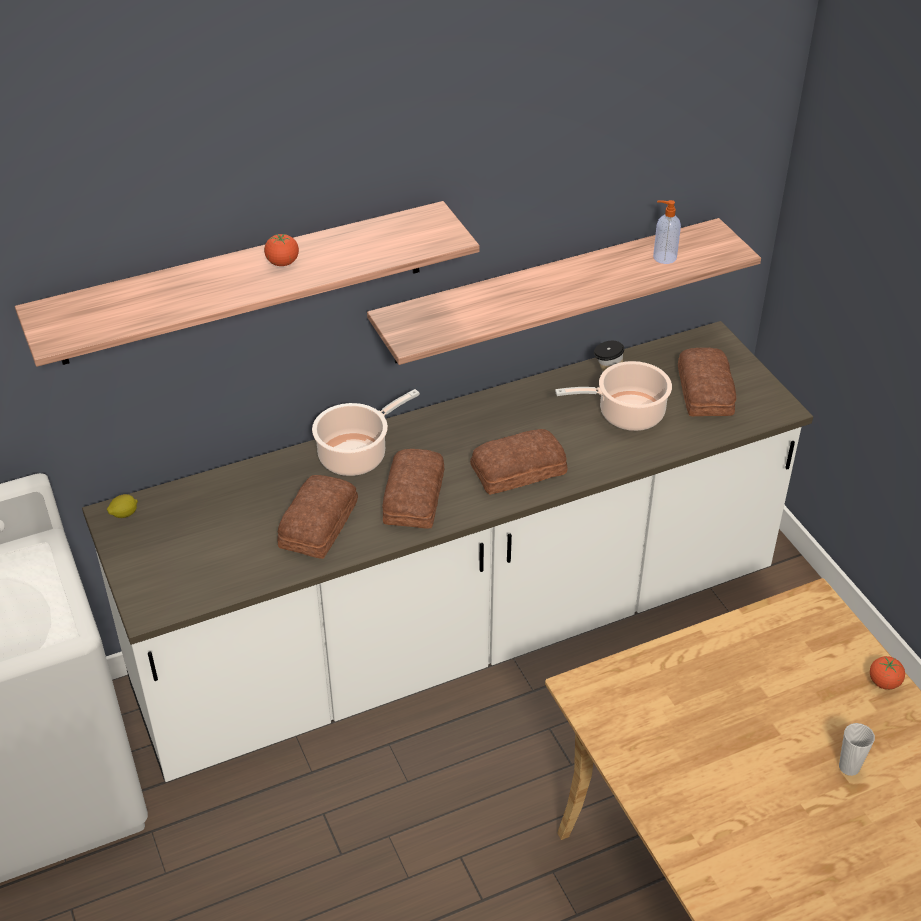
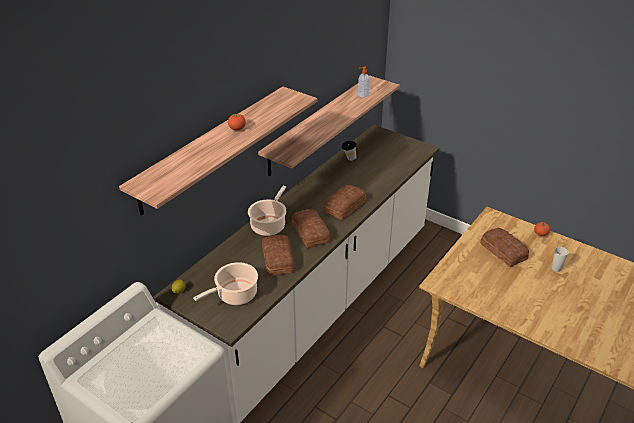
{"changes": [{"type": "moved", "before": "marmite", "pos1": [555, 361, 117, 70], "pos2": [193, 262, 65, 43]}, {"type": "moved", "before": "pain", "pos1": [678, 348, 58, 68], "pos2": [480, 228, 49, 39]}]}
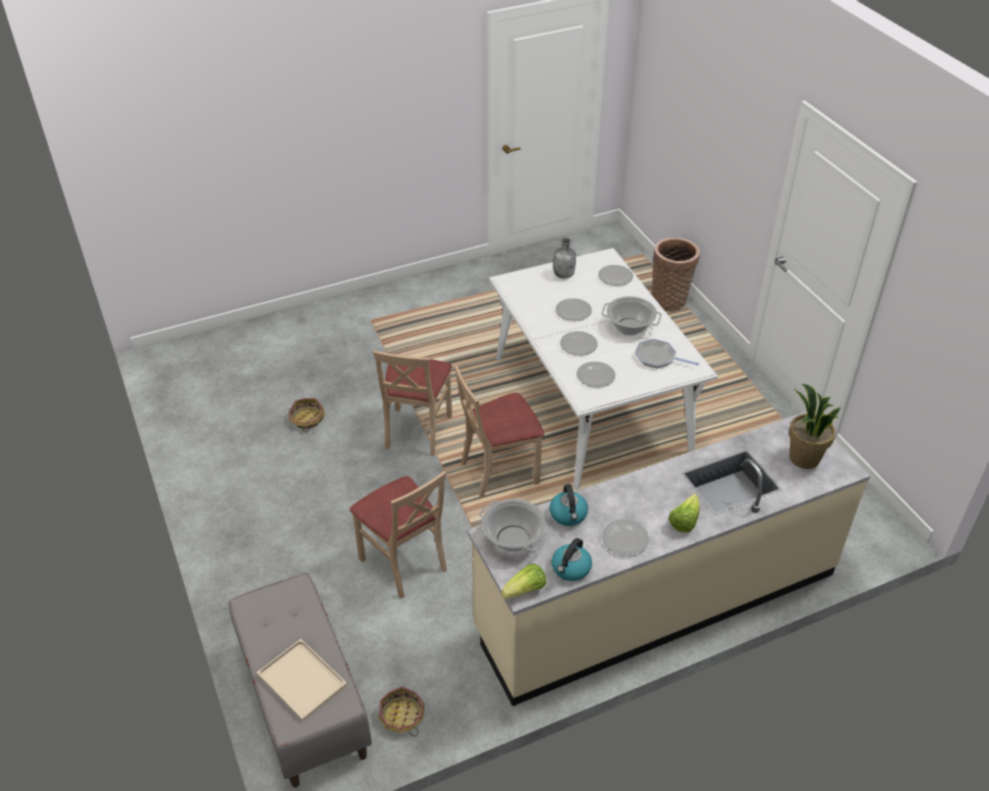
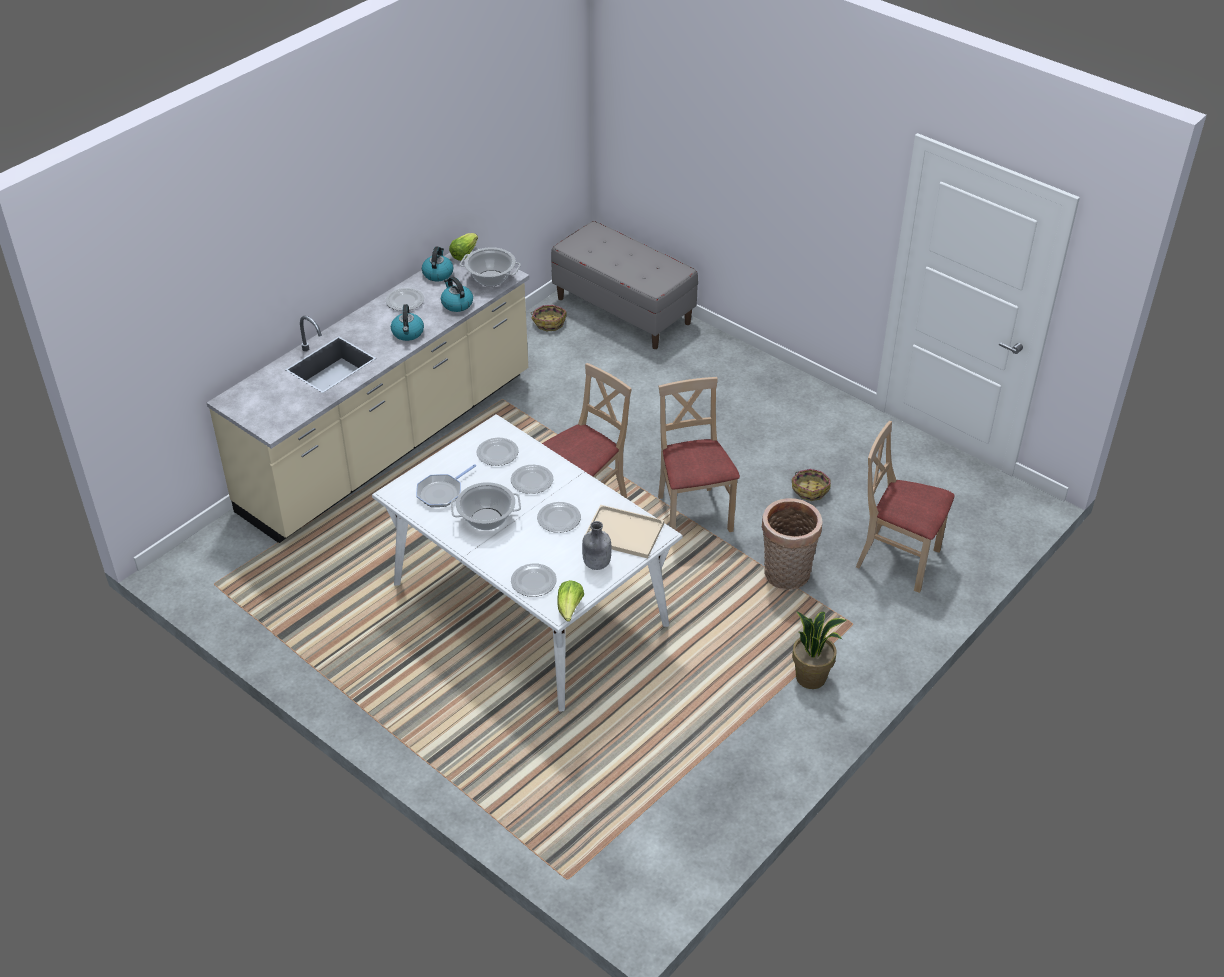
{"changes": [{"type": "moved", "before": "plateau (beige)", "pos1": [257, 639, 90, 83], "pos2": [583, 505, 81, 54]}, {"type": "moved", "before": "chaise (beige)", "pos1": [350, 471, 97, 128], "pos2": [856, 421, 99, 172]}, {"type": "turned", "before": "poêle", "pos1": [635, 339, 64, 29], "pos2": [416, 464, 60, 43], "turn": 135}, {"type": "moved", "before": "panier", "pos1": [651, 238, 49, 74], "pos2": [762, 498, 60, 92]}, {"type": "moved", "before": "laitue", "pos1": [669, 494, 30, 39], "pos2": [557, 580, 27, 42]}, {"type": "moved", "before": "plante en pot", "pos1": [789, 384, 52, 85], "pos2": [792, 611, 55, 78]}, {"type": "added", "after": "bouilloire", "pos2": [391, 304, 33, 37]}]}
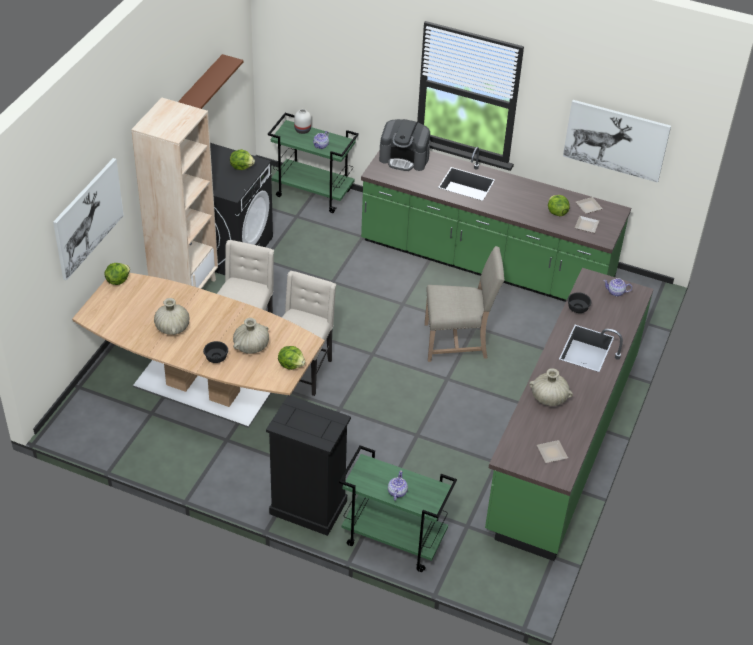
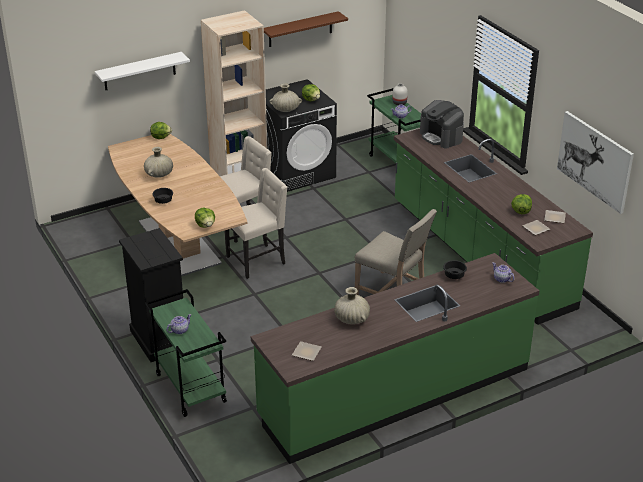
{"changes": [{"type": "replaced", "before": "tableau", "after": "étagère (blanc)", "pos1": [53, 158, 71, 122], "pos2": [95, 52, 95, 38]}, {"type": "moved", "before": "vase (beige)", "pos1": [233, 318, 36, 36], "pos2": [269, 83, 33, 29]}]}
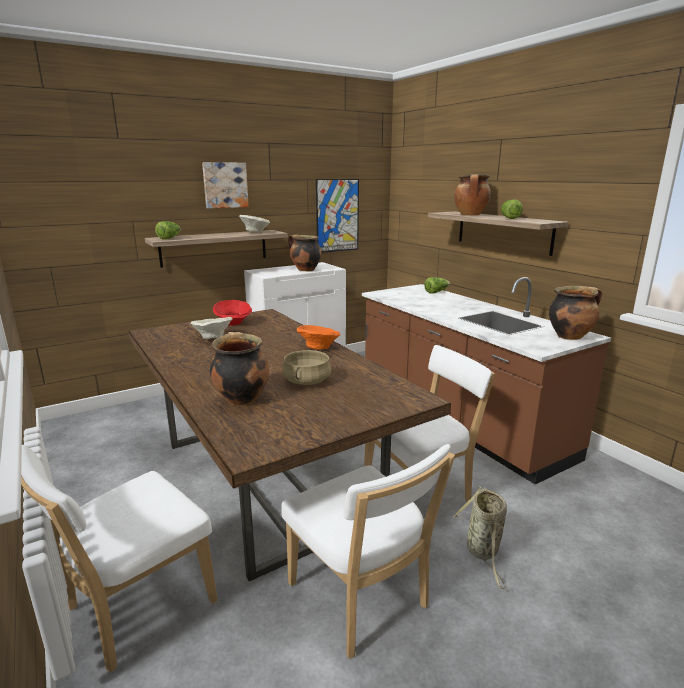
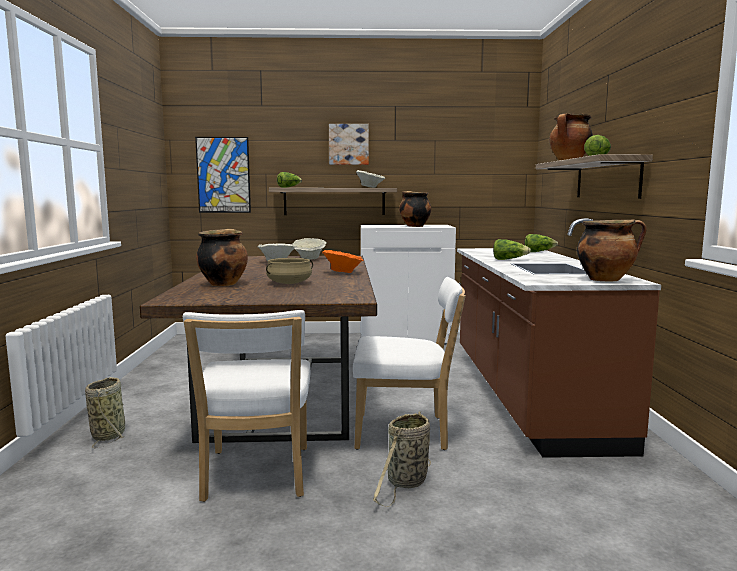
{"changes": [{"type": "replaced", "before": "chaise (blanc)", "after": "panier", "pos1": [21, 445, 197, 227], "pos2": [85, 377, 40, 72]}, {"type": "recoloured", "before": "bol (rouge)", "after": "bol (beige)", "pos1": [213, 300, 39, 25], "pos2": [292, 238, 35, 22]}, {"type": "moved", "before": "tableau", "pos1": [316, 179, 43, 74], "pos2": [195, 137, 56, 76]}, {"type": "added", "after": "laitue", "pos2": [493, 239, 38, 21]}]}
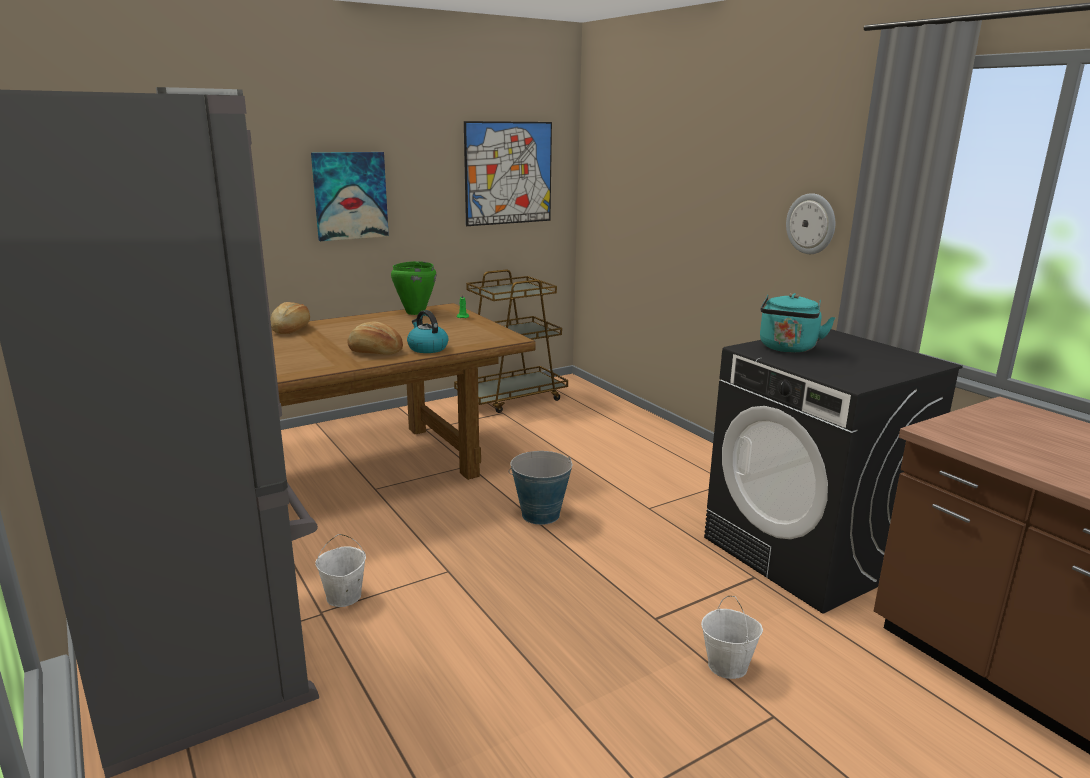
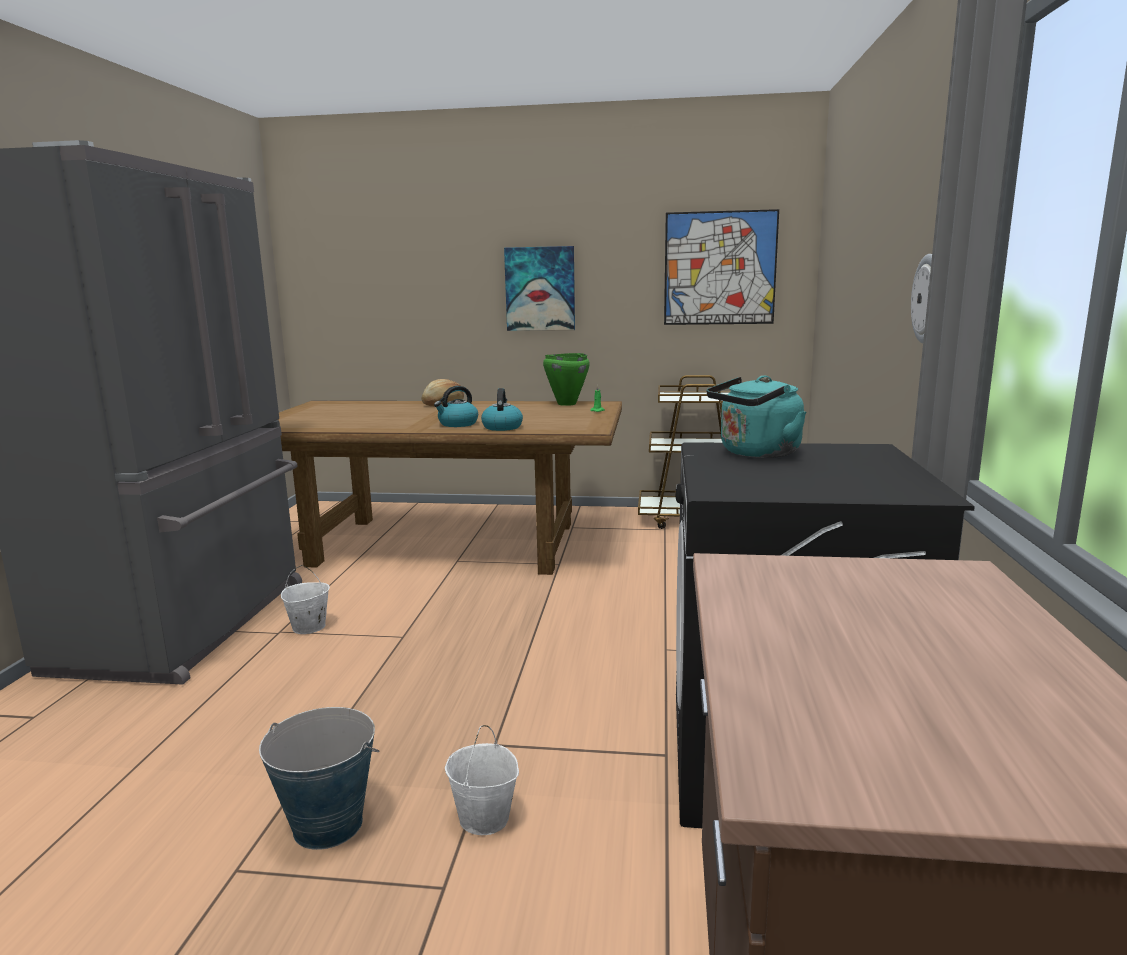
{"changes": [{"type": "replaced", "before": "pain", "after": "bouilloire", "pos1": [348, 322, 55, 32], "pos2": [434, 386, 44, 41]}, {"type": "moved", "before": "seau", "pos1": [508, 451, 64, 74], "pos2": [259, 707, 121, 143]}]}
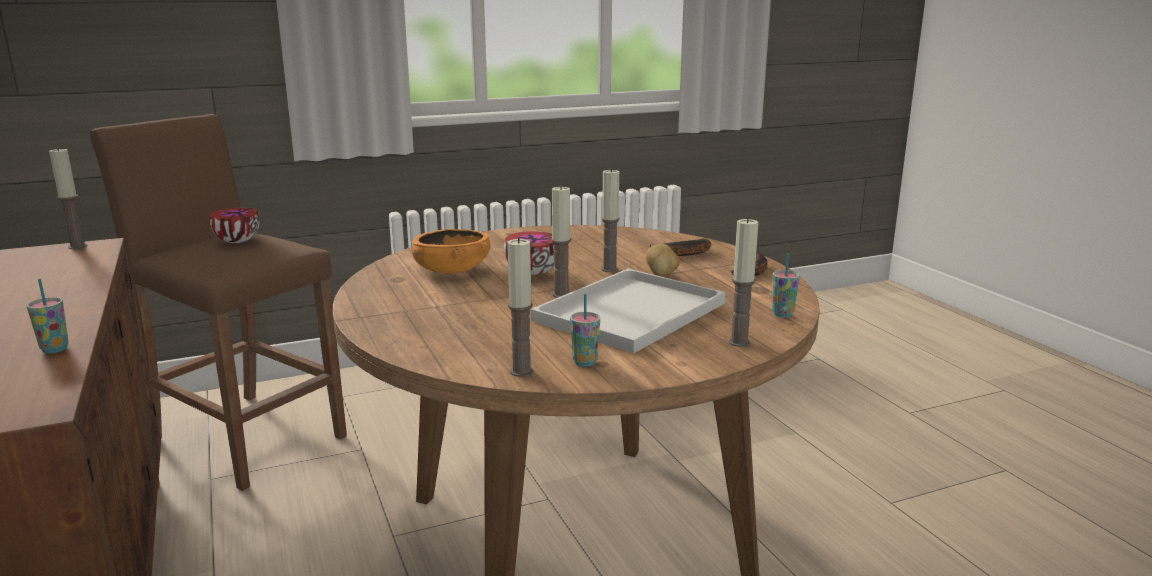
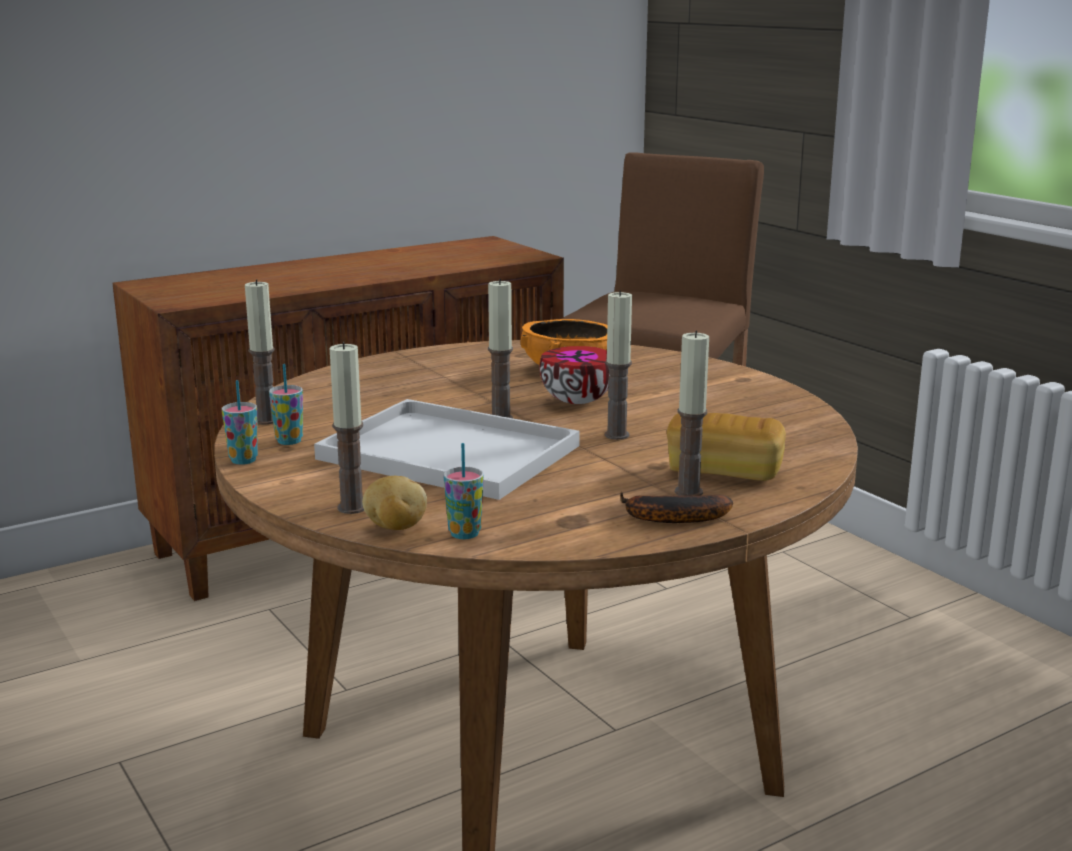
{"changes": [{"type": "moved", "before": "tasse", "pos1": [27, 279, 42, 74], "pos2": [222, 380, 36, 85]}, {"type": "moved", "before": "bougie", "pos1": [49, 147, 39, 102], "pos2": [675, 331, 34, 165]}, {"type": "removed", "before": "bol", "pos1": [209, 208, 51, 35]}, {"type": "moved", "before": "pomme de terre", "pos1": [645, 244, 35, 32], "pos2": [362, 476, 65, 54]}, {"type": "replaced", "before": "banane", "after": "pain", "pos1": [649, 238, 62, 18], "pos2": [667, 413, 119, 68]}]}
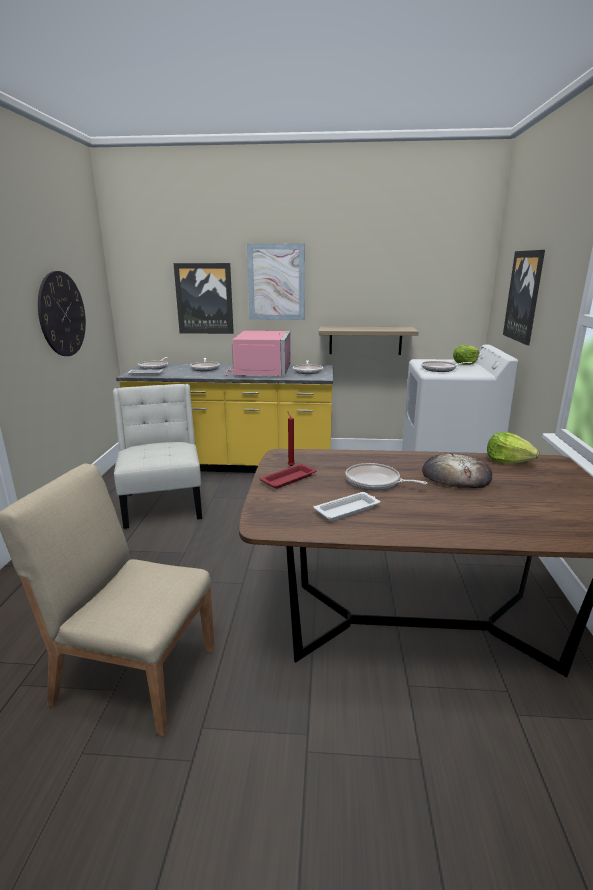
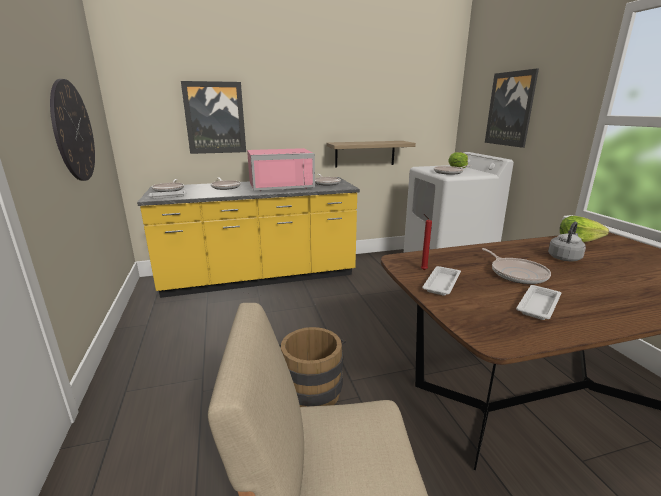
{"changes": [{"type": "removed", "before": "chaise (blanc)", "pos1": [113, 384, 89, 145]}, {"type": "turned", "before": "micro-ondes (rose)", "pos1": [224, 331, 67, 45], "pos2": [247, 148, 68, 43], "turn": 90}, {"type": "removed", "before": "tableau", "pos1": [247, 244, 58, 76]}, {"type": "recoloured", "before": "plateau (rouge)", "after": "plateau (blanc)", "pos1": [259, 464, 58, 25], "pos2": [422, 266, 39, 30]}, {"type": "turned", "before": "poêle", "pos1": [345, 463, 82, 27], "pos2": [482, 248, 69, 36], "turn": -120}, {"type": "replaced", "before": "pain", "after": "bouilloire (gris)", "pos1": [422, 453, 70, 36], "pos2": [548, 222, 38, 39]}, {"type": "added", "after": "seau (marron)", "pos2": [279, 327, 67, 80]}]}
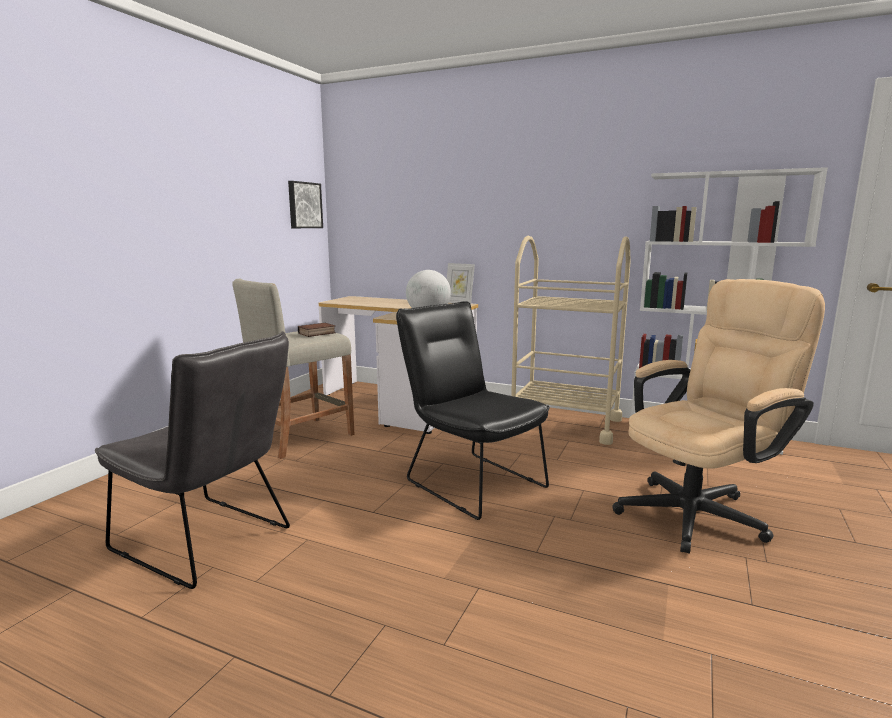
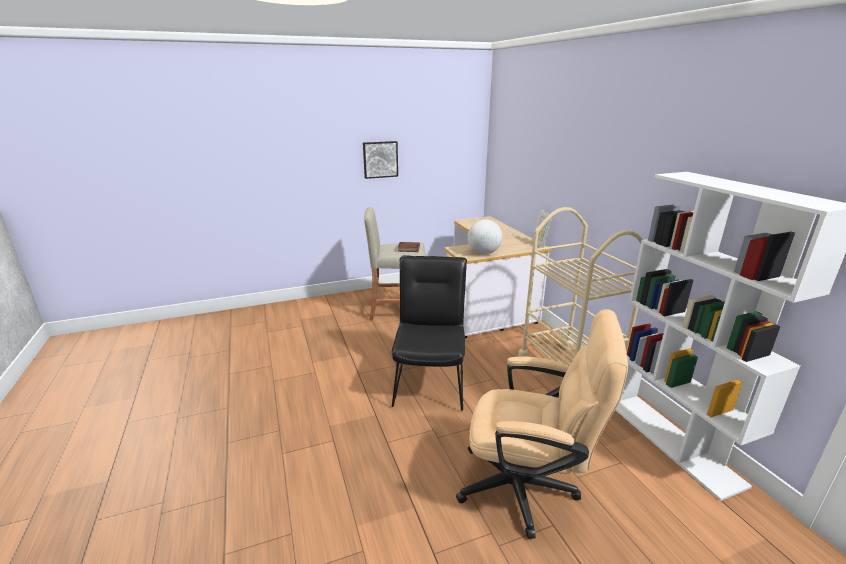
{"changes": [{"type": "removed", "before": "chaise (gris)", "pos1": [95, 331, 195, 258]}, {"type": "moved", "before": "tableau", "pos1": [288, 181, 35, 47], "pos2": [363, 141, 35, 38]}]}
